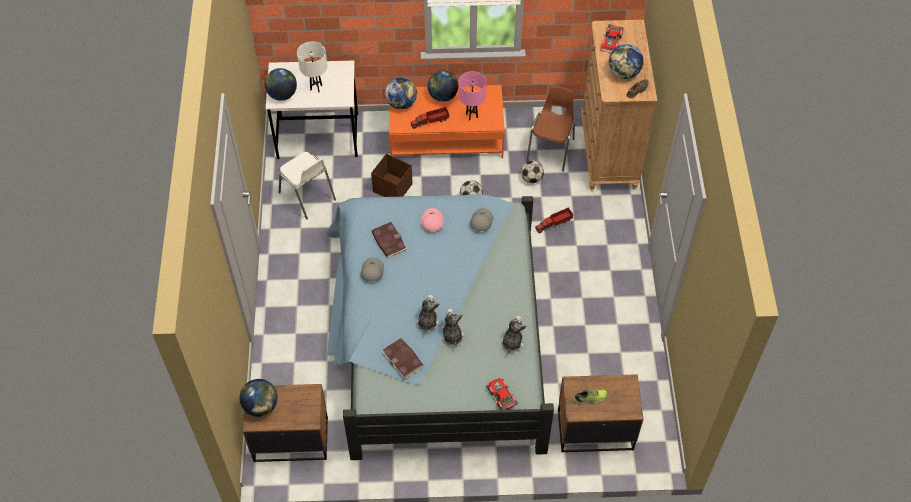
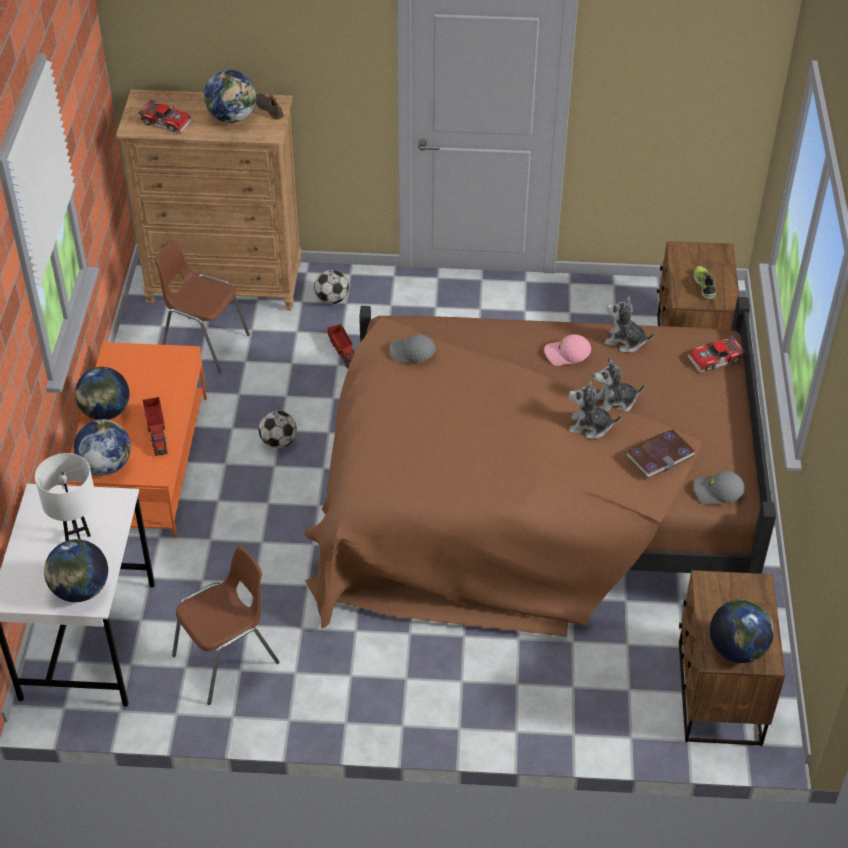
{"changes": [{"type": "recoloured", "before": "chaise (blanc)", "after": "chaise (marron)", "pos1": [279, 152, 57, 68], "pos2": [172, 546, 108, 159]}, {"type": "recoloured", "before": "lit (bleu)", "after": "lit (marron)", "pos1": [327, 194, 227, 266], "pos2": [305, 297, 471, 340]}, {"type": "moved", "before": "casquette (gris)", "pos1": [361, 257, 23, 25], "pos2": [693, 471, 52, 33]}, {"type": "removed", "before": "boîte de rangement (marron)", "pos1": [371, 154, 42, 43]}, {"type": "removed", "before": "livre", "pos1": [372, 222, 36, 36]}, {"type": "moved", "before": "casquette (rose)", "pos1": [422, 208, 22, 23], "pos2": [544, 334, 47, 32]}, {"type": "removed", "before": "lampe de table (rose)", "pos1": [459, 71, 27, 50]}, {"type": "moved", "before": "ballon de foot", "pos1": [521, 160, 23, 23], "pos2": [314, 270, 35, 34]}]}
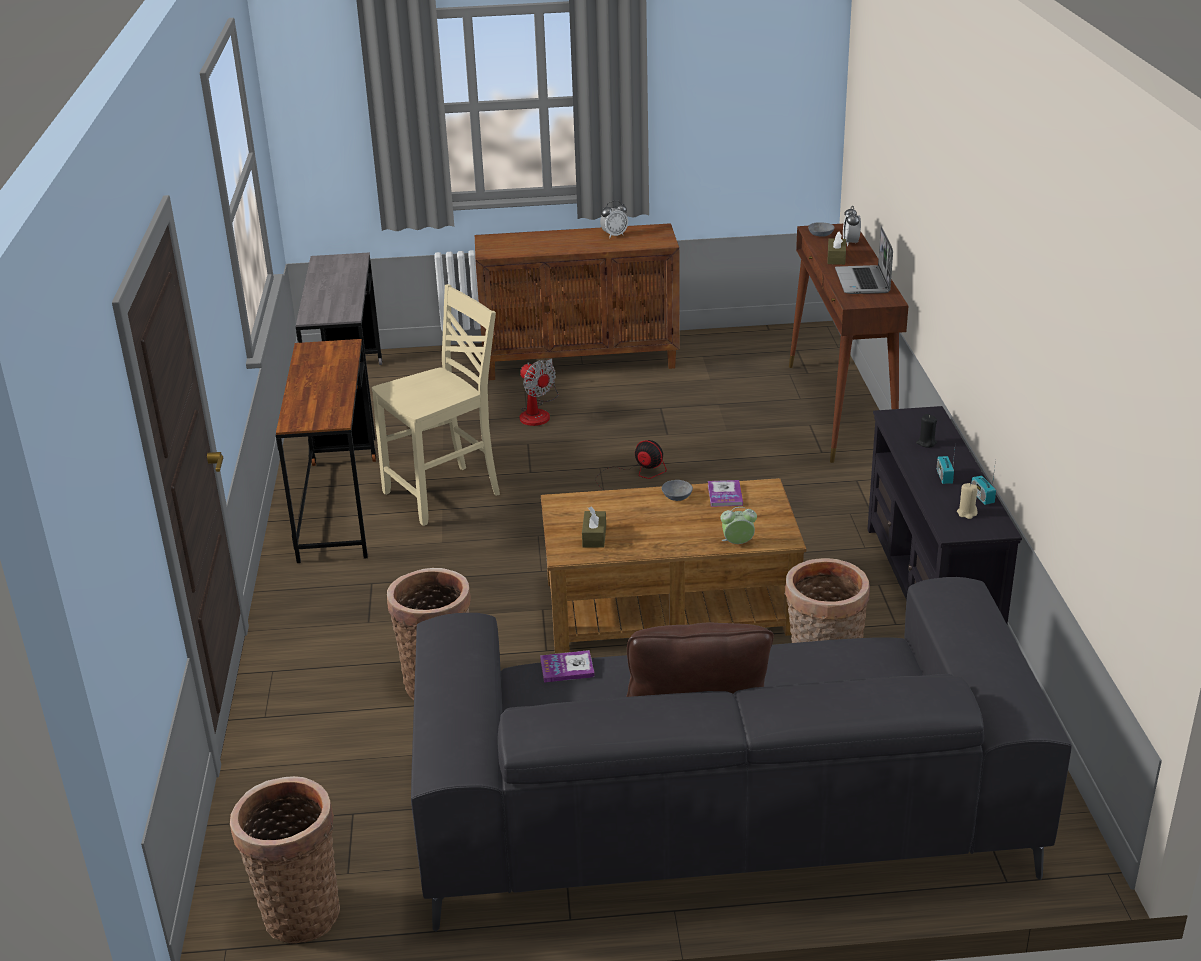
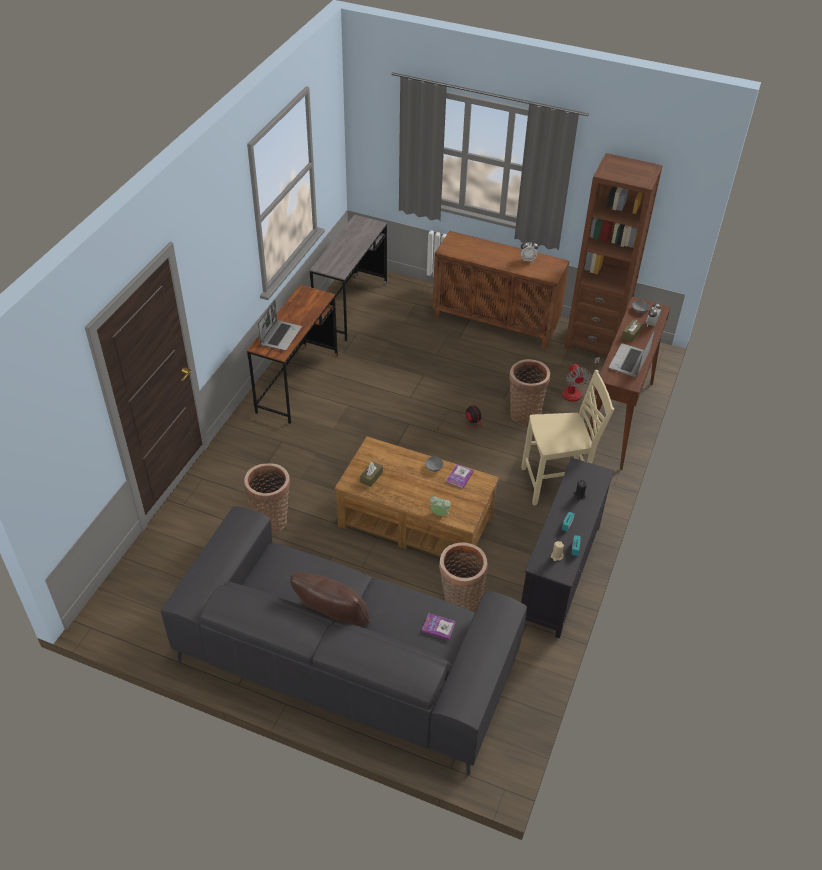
{"changes": [{"type": "moved", "before": "panier", "pos1": [230, 776, 110, 168], "pos2": [509, 359, 41, 66]}, {"type": "moved", "before": "chaise (beige)", "pos1": [372, 284, 128, 242], "pos2": [521, 370, 93, 136]}, {"type": "moved", "before": "ventilateur", "pos1": [520, 359, 39, 67], "pos2": [562, 357, 38, 45]}, {"type": "moved", "before": "livre", "pos1": [540, 650, 55, 33], "pos2": [422, 613, 34, 27]}, {"type": "added", "after": "ordinateur portable", "pos2": [258, 300, 44, 51]}, {"type": "added", "after": "bibliothèque (marron)", "pos2": [565, 153, 98, 202]}]}
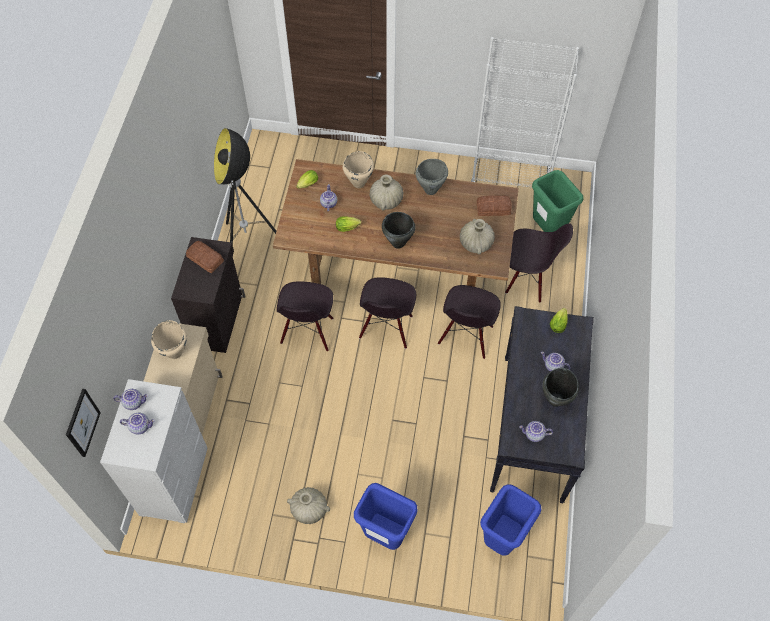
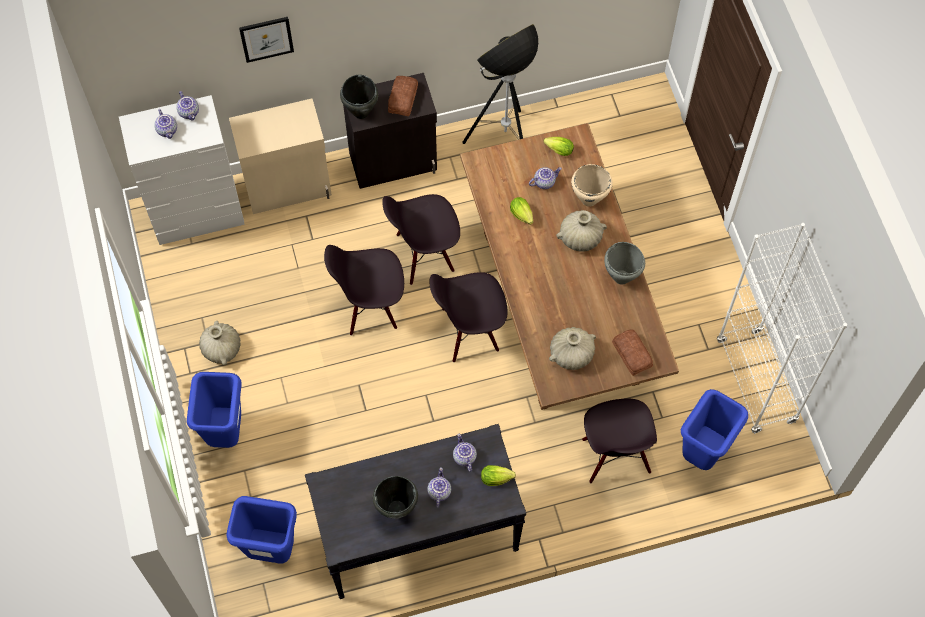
{"changes": [{"type": "moved", "before": "tableau", "pos1": [66, 388, 35, 69], "pos2": [239, 17, 55, 46]}, {"type": "removed", "before": "marmite (beige)", "pos1": [151, 320, 36, 39]}, {"type": "moved", "before": "marmite (noir)", "pos1": [382, 212, 34, 37], "pos2": [340, 75, 38, 44]}, {"type": "moved", "before": "chaise (noir)", "pos1": [438, 285, 63, 74], "pos2": [324, 245, 80, 91]}, {"type": "moved", "before": "théière", "pos1": [519, 421, 34, 21], "pos2": [453, 434, 24, 38]}, {"type": "recoloured", "before": "poubelle (vert)", "after": "poubelle (bleu)", "pos1": [532, 170, 52, 62], "pos2": [681, 389, 67, 81]}]}
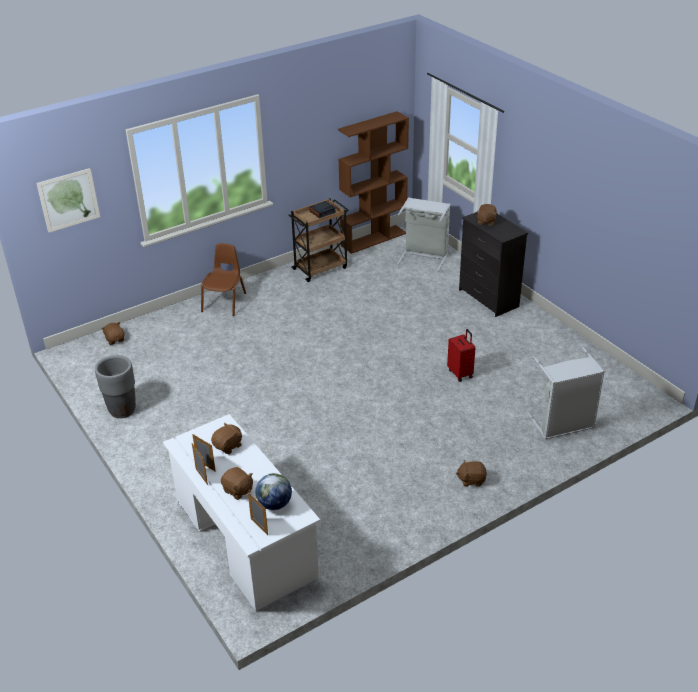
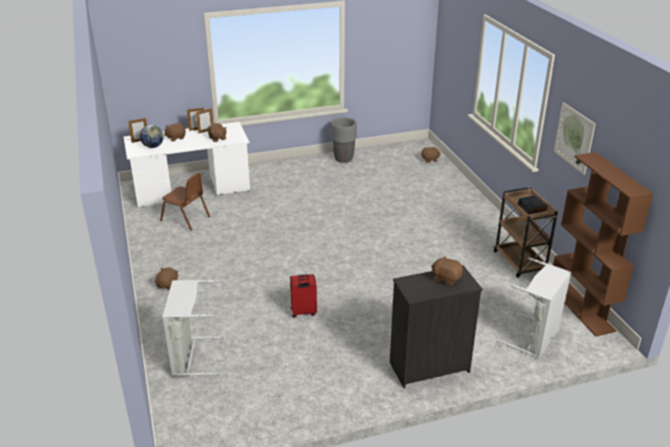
{"changes": [{"type": "moved", "before": "tableau", "pos1": [36, 168, 64, 65], "pos2": [554, 102, 41, 73]}, {"type": "moved", "before": "chaise (marron)", "pos1": [201, 243, 45, 73], "pos2": [160, 173, 50, 57]}]}
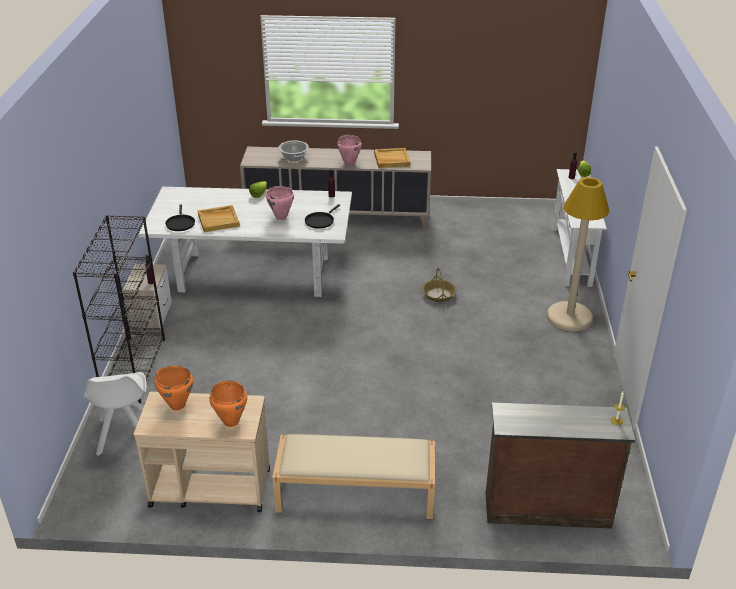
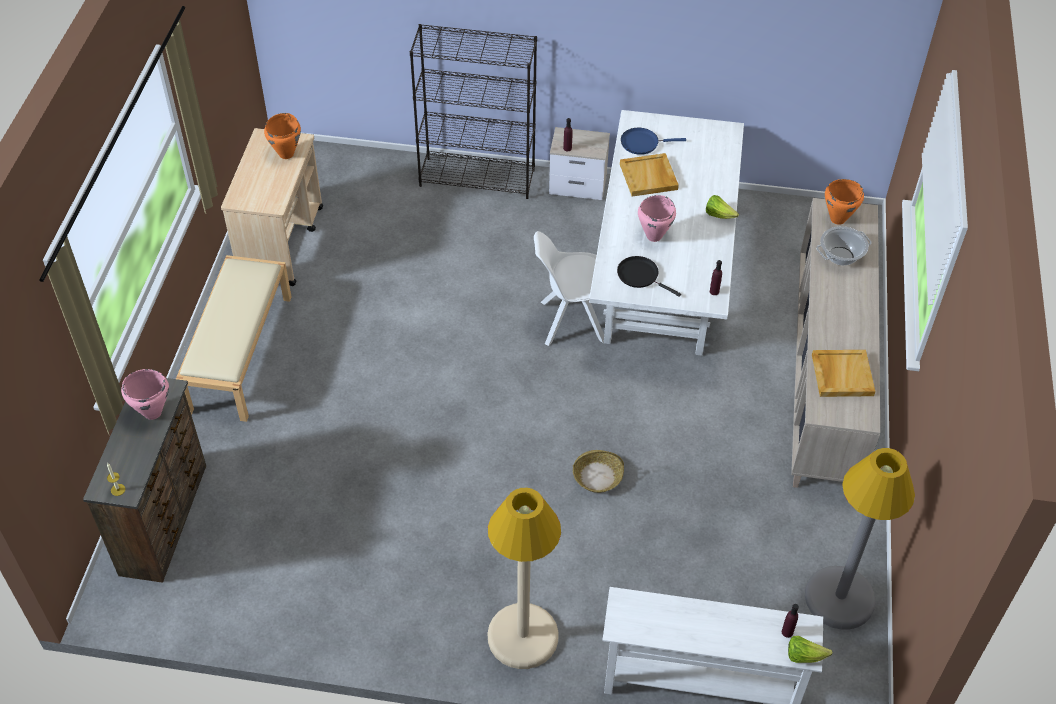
{"changes": [{"type": "moved", "before": "chaise (blanc)", "pos1": [85, 372, 62, 84], "pos2": [534, 231, 70, 115]}, {"type": "recoloured", "before": "poêle (noir)", "after": "poêle (bleu)", "pos1": [165, 204, 30, 27], "pos2": [621, 128, 65, 27]}, {"type": "moved", "before": "marmite (orange)", "pos1": [209, 380, 38, 47], "pos2": [825, 179, 39, 46]}, {"type": "moved", "before": "marmite (rose)", "pos1": [337, 135, 25, 31], "pos2": [121, 369, 48, 51]}, {"type": "added", "after": "lampadaire (gris)", "pos2": [805, 448, 110, 182]}]}
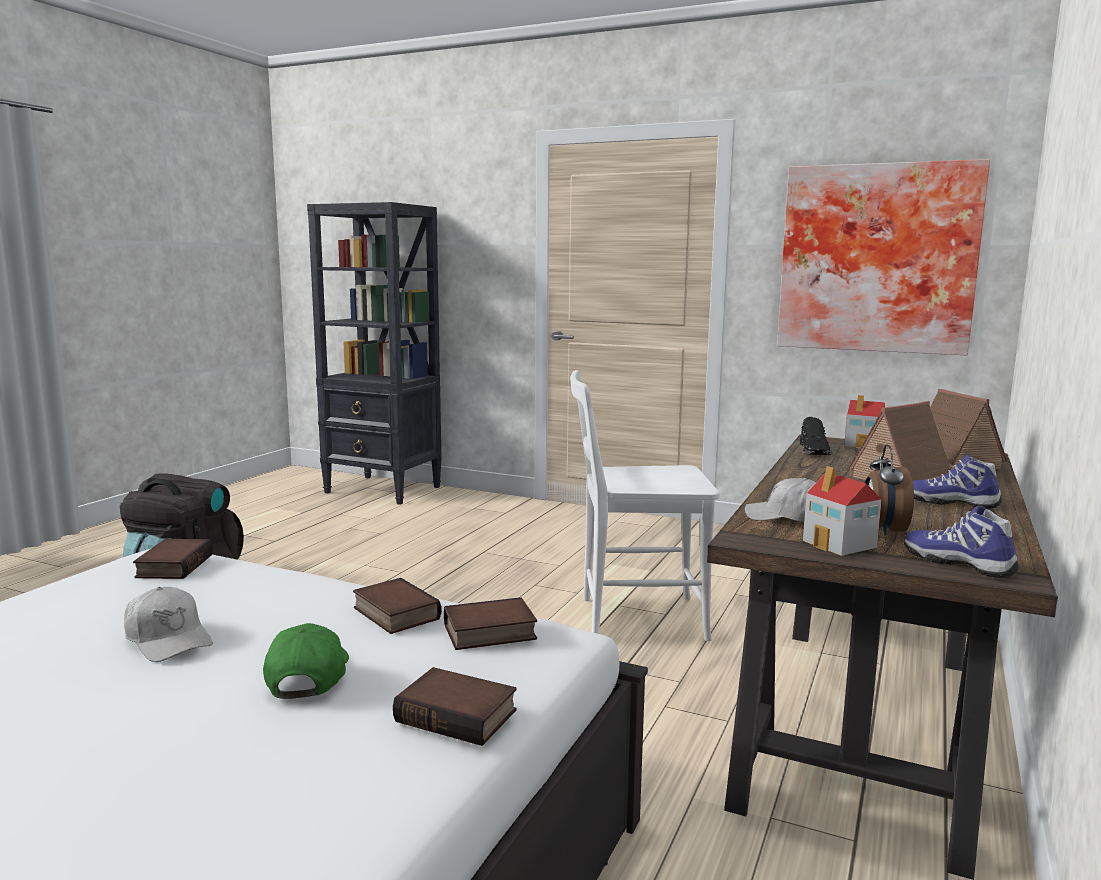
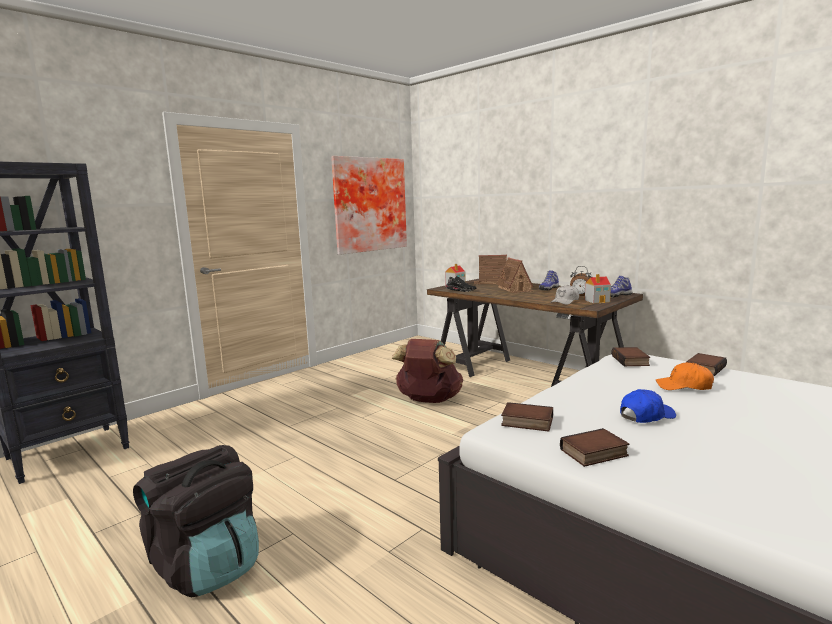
{"changes": [{"type": "recoloured", "before": "casquette (blanc)", "after": "casquette (bleu)", "pos1": [124, 587, 89, 75], "pos2": [620, 389, 56, 34]}, {"type": "recoloured", "before": "casquette (vert)", "after": "casquette (orange)", "pos1": [263, 623, 86, 76], "pos2": [656, 362, 58, 28]}, {"type": "moved", "before": "livre", "pos1": [353, 578, 89, 56], "pos2": [560, 428, 69, 39]}, {"type": "replaced", "before": "chaise (blanc)", "after": "sac à dos (marron)", "pos1": [570, 370, 150, 271], "pos2": [392, 339, 71, 64]}]}
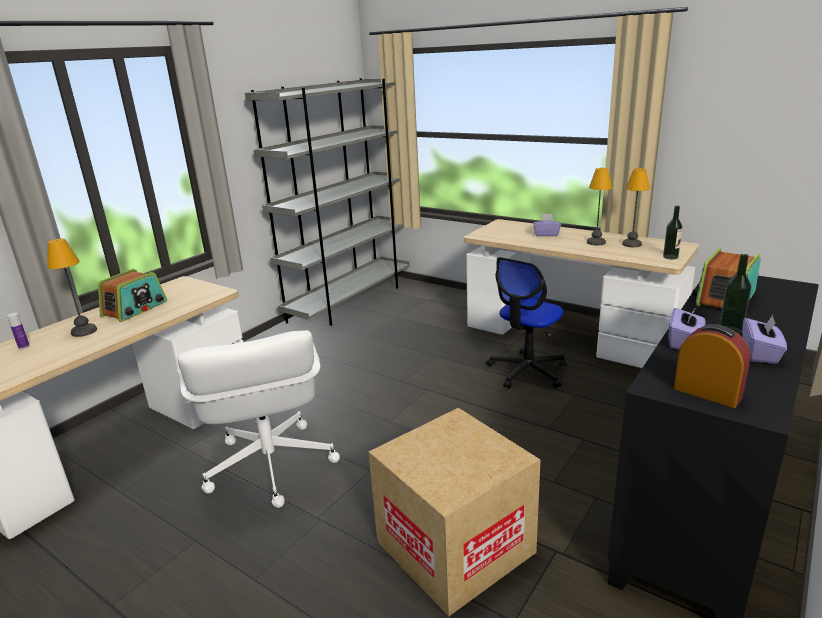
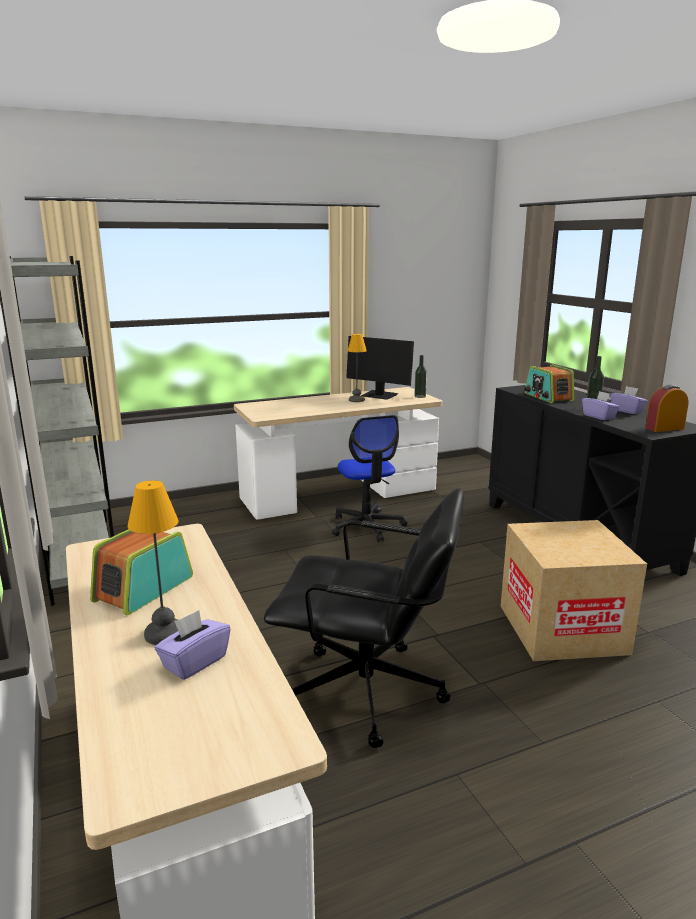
{"changes": [{"type": "removed", "before": "bouteille", "pos1": [7, 313, 23, 36]}, {"type": "turned", "before": "radio", "pos1": [98, 269, 69, 53], "pos2": [90, 529, 103, 86], "turn": -120}, {"type": "recoloured", "before": "chaise de bureau (blanc)", "after": "chaise de bureau (noir)", "pos1": [177, 330, 163, 178], "pos2": [264, 488, 200, 260]}, {"type": "moved", "before": "boîte à mouchoirs (violet)", "pos1": [533, 214, 28, 22], "pos2": [155, 610, 76, 70]}, {"type": "replaced", "before": "lampe de table", "after": "écran d'ordinateur", "pos1": [622, 168, 28, 79], "pos2": [346, 336, 68, 64]}]}
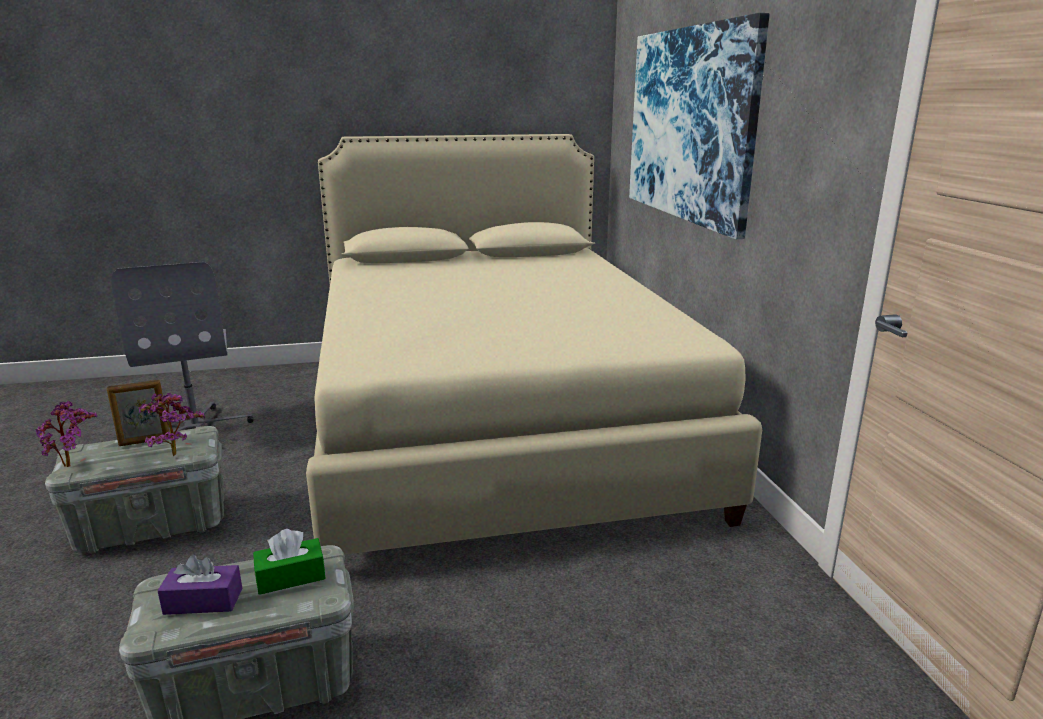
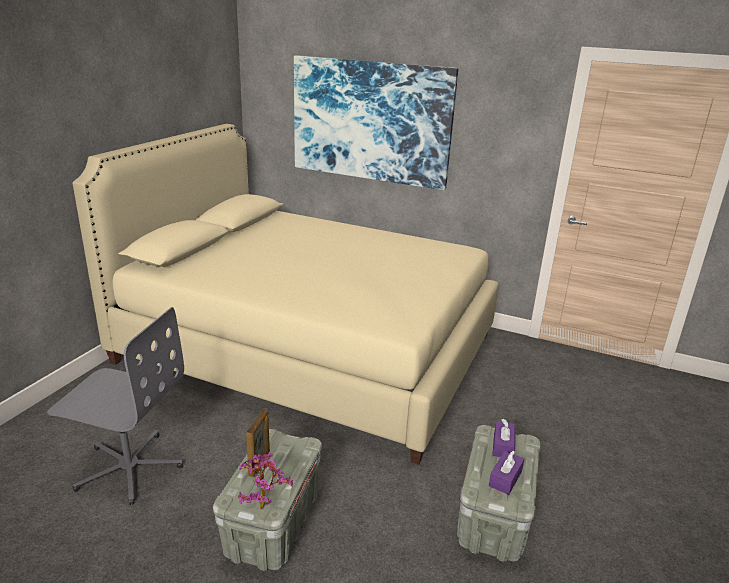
{"changes": [{"type": "removed", "before": "plante en pot", "pos1": [139, 393, 66, 63]}, {"type": "recoloured", "before": "boîte à mouchoirs (vert)", "after": "boîte à mouchoirs (violet)", "pos1": [253, 529, 73, 66], "pos2": [492, 419, 24, 38]}]}
